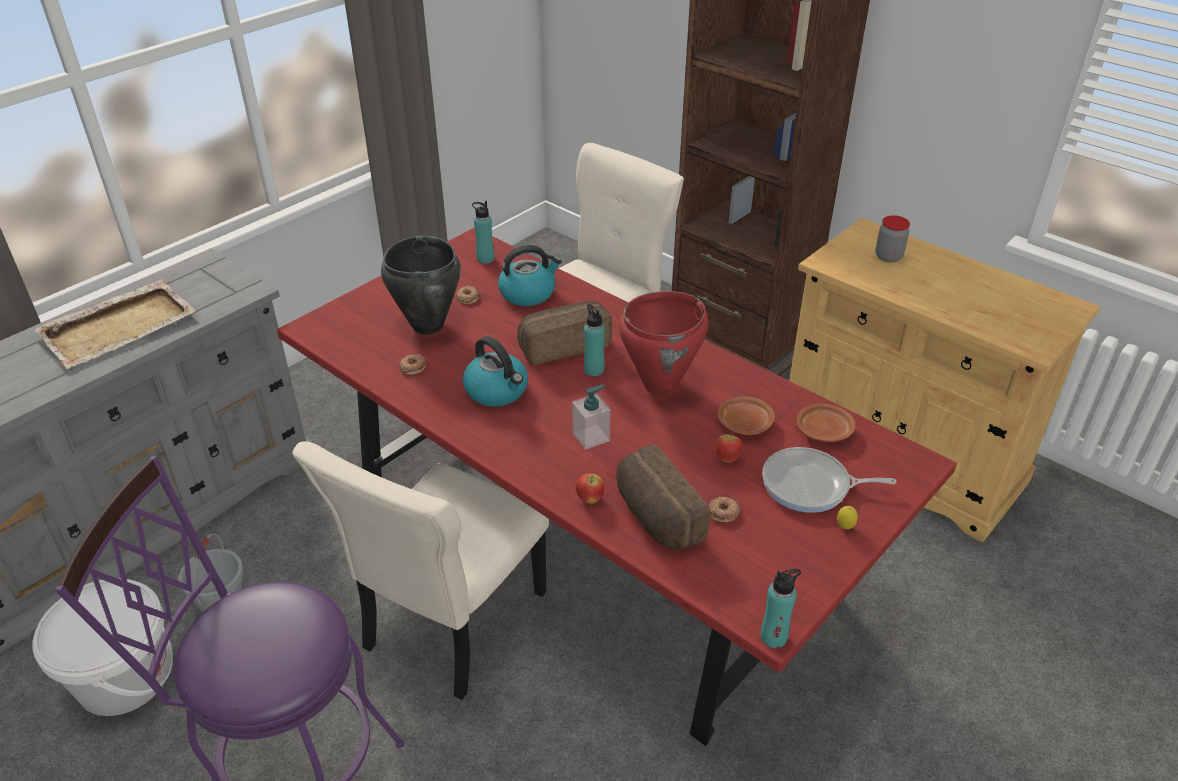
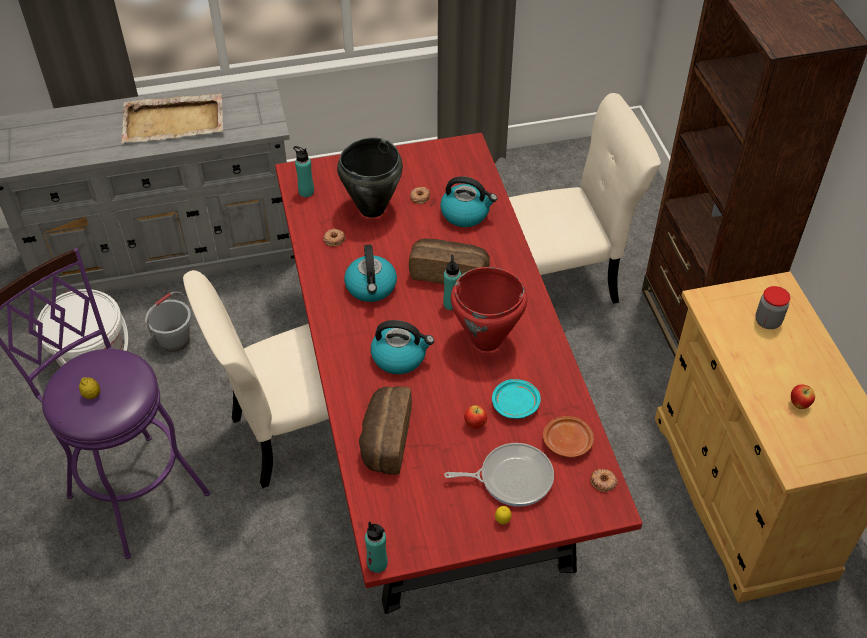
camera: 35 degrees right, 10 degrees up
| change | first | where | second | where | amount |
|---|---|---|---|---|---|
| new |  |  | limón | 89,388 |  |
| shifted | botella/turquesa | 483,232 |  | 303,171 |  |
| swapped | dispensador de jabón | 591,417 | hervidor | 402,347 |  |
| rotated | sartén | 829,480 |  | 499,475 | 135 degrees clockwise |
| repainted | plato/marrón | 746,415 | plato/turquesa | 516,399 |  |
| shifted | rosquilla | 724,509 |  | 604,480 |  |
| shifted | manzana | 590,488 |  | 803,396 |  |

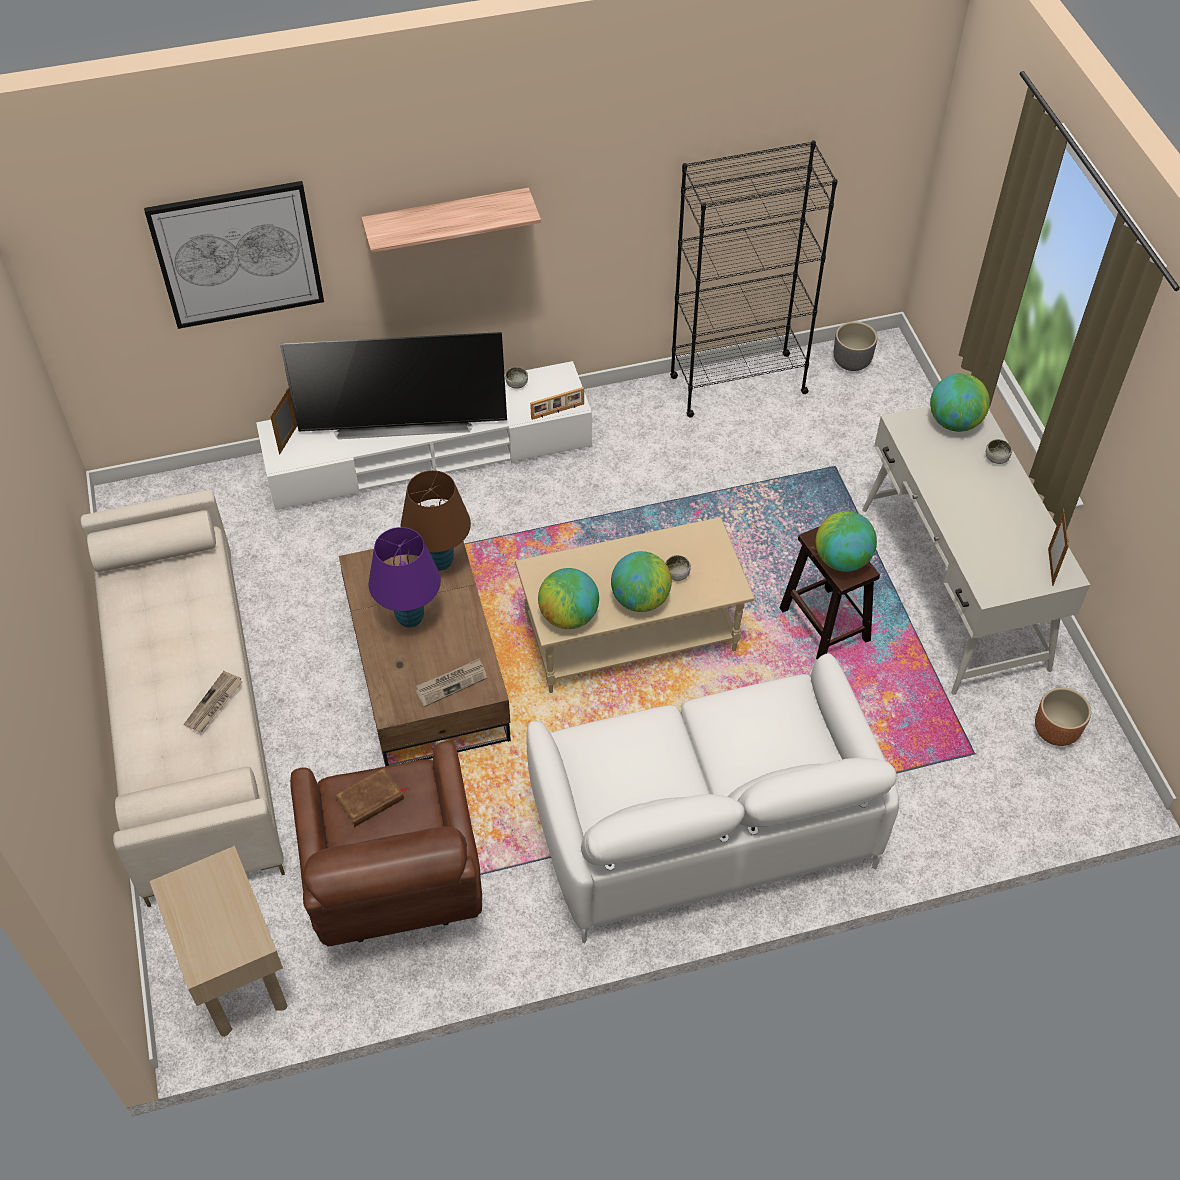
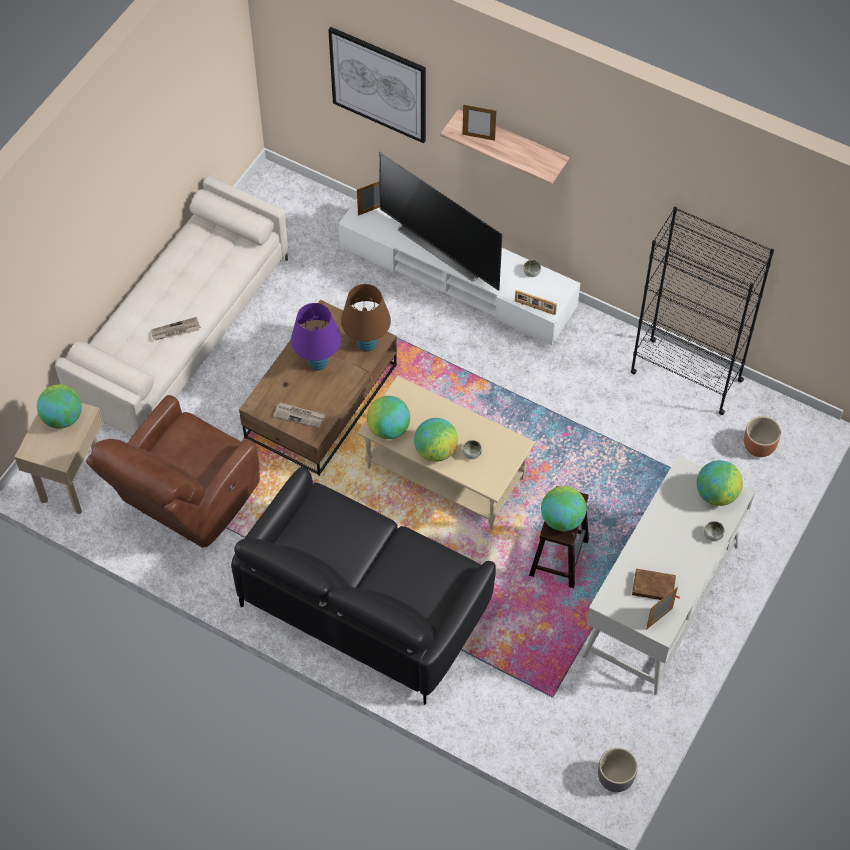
camera: 45 degrees right, 5 degrees up
| change | first | where | second | where | amount |
|---|---|---|---|---|---|
| new |  |  | globo terráqueo | 59,406 |  |
| repainted | sofá/blanco | 712,798 | sofá/negro | 363,586 |  |
| new |  |  | portarretratos | 479,122 |  |
| shifted | maceta/gris | 855,346 |  | 618,770 |  |
| shifted | libro/marrón | 372,797 |  | 656,584 |  |
| shifted | maceta/marrón | 1063,716 |  | 762,436 |  |

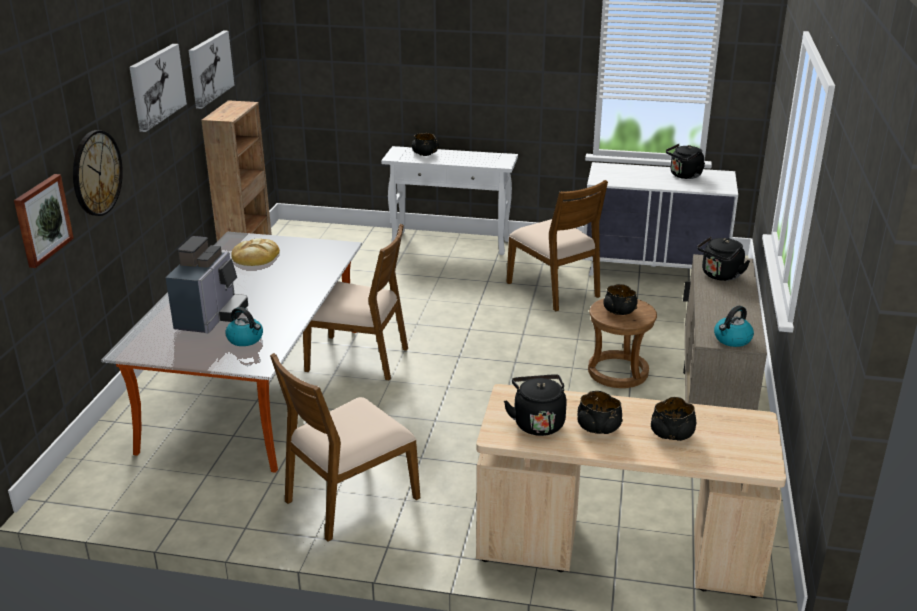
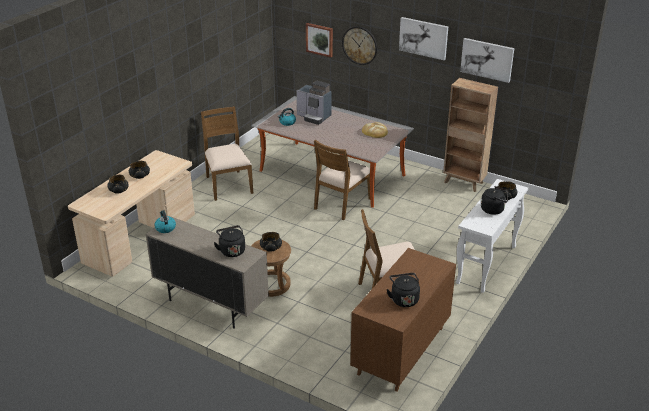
camera: 110 degrees right, 5 degrees up
| change | first | where | second | where | amount |
|---|---|---|---|---|---|
| repainted | cómoda/blanco | 660,219 | cómoda/marrón | 403,320 |  |
| shifted | hervidor/negro | 535,405 |  | 494,200 |  |

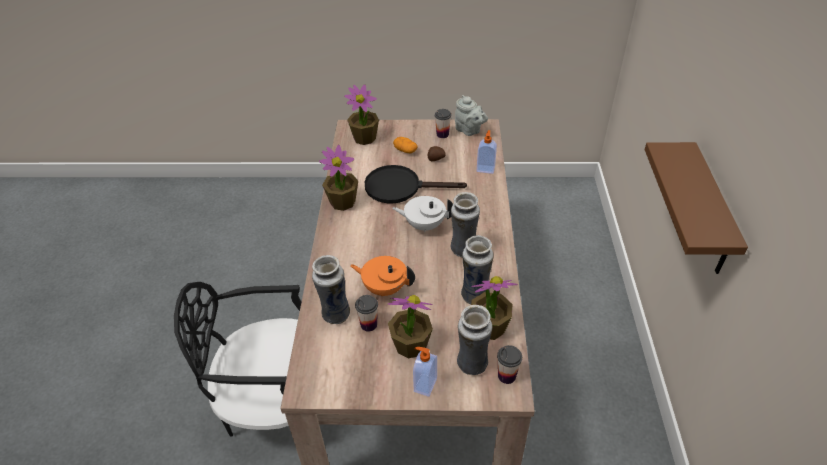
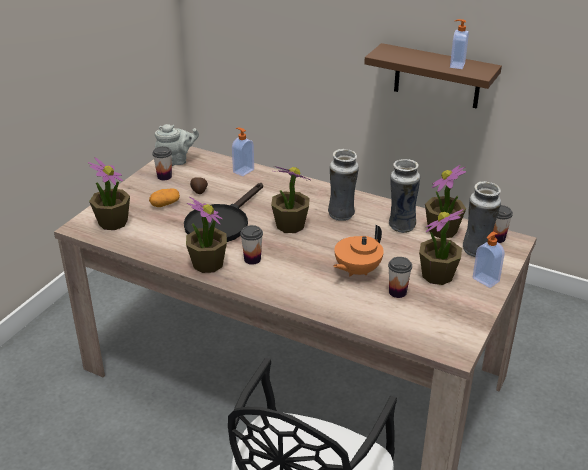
camera: 65 degrees left, 10 degrees down
| change | first | where | second | where | amount |
|---|---|---|---|---|---|
| new |  |  | taza | 251,245 |  |
| swapped | tetera/blanco | 422,214 | planta en maceta | 290,199 |  |
| new |  |  | dispensador de jabón | 459,44 |  |
| gone | florero | 331,289 |  |  |  |

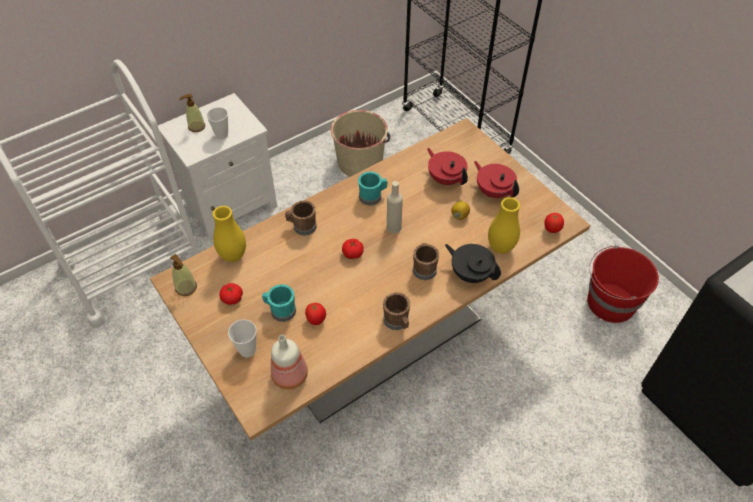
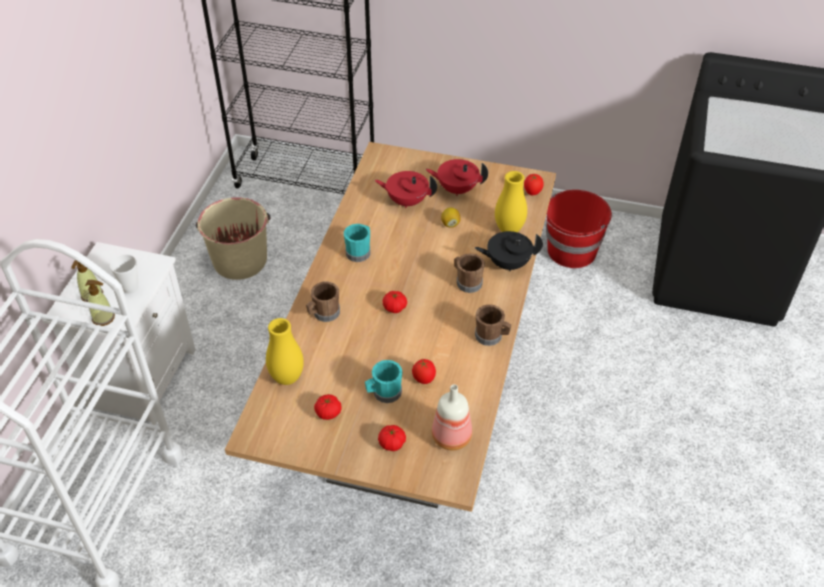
camera: 40 degrees left, 5 degrees down
| change | first | where | second | where | amount |
|---|---|---|---|---|---|
| shifted | dispensador de jabón | 183,275 |  | 100,303 |  |
| swapped | taza | 242,338 | tomate | 392,438 |  |
| gone | botella/beis | 395,207 |  |  |  |

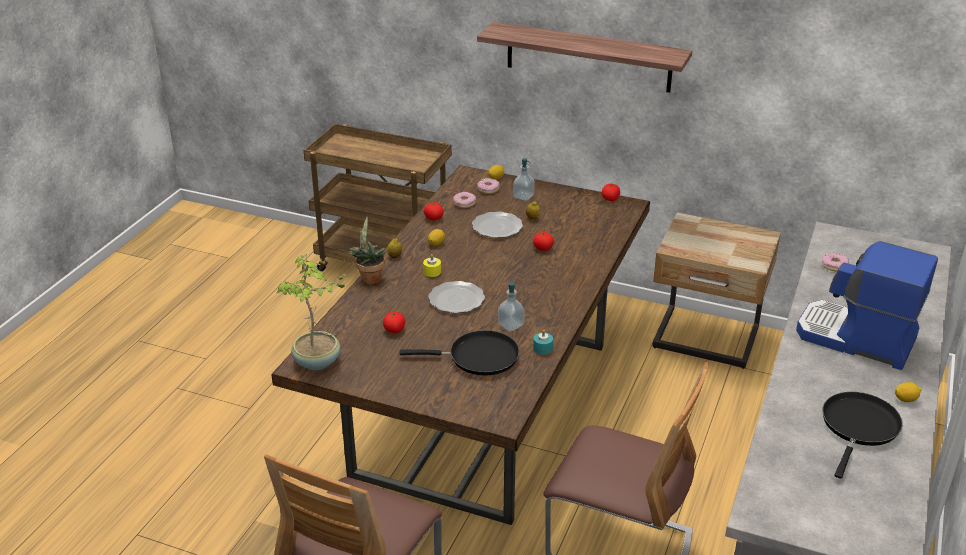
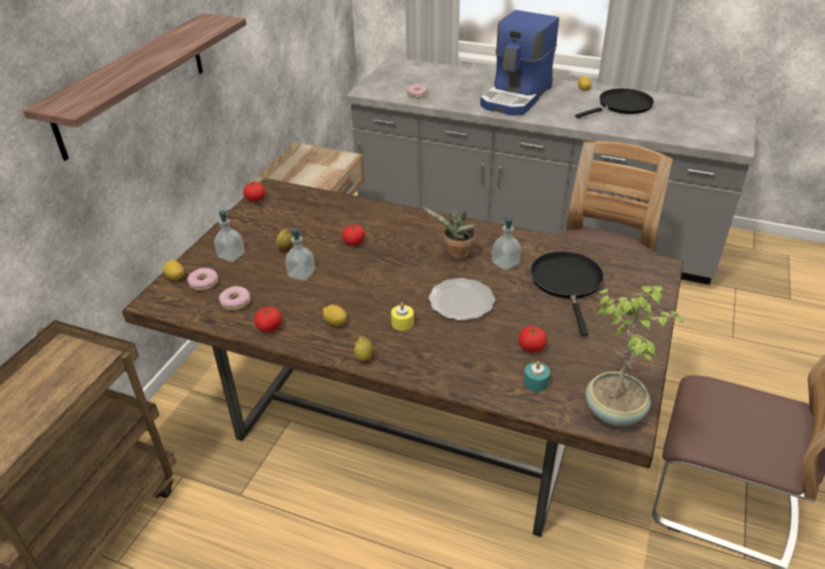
camera: 90 degrees left, 5 degrees up
| change | first | where | second | where | amount |
|---|---|---|---|---|---|
| swapped | plato | 497,225 | dispensador de jabón | 300,254 |  |
| shifted | planta en maceta | 367,250 |  | 449,233 |  |
| shifted | vela/turquesa | 543,342 |  | 537,376 |  |
| rotated | sartén/negro | 862,435 |  | 614,103 | 120 degrees clockwise |

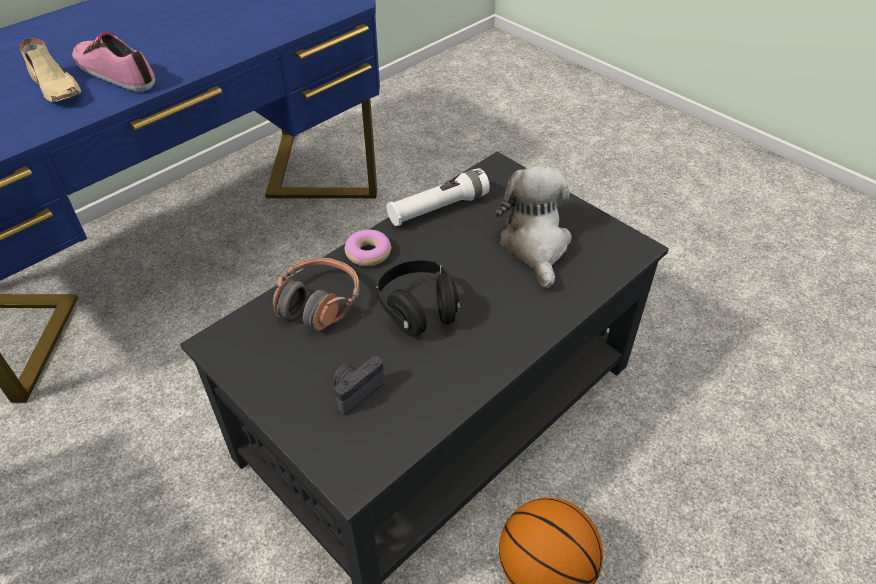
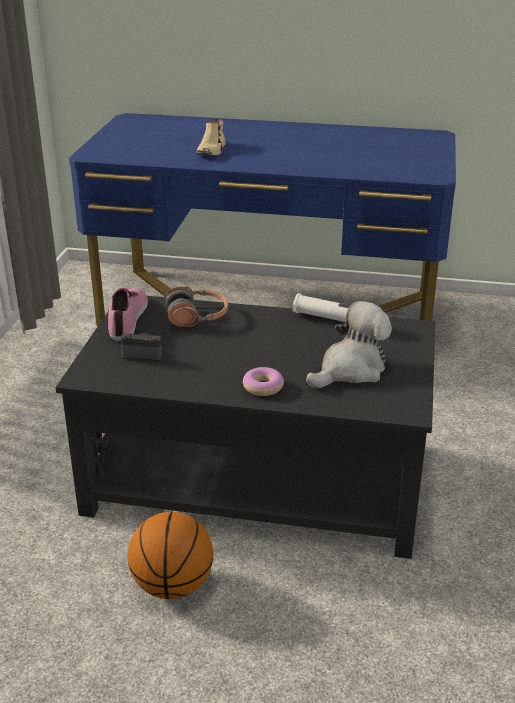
camera: 55 degrees right, 15 degrees down
| change | first | where | second | where | amount |
|---|---|---|---|---|---|
| shifted | zapato | 113,62 |  | 128,314 |  |
| shifted | rosquilla | 368,248 |  | 263,381 |  |
| gone | auriculares/negro | 418,298 |  |  |  |

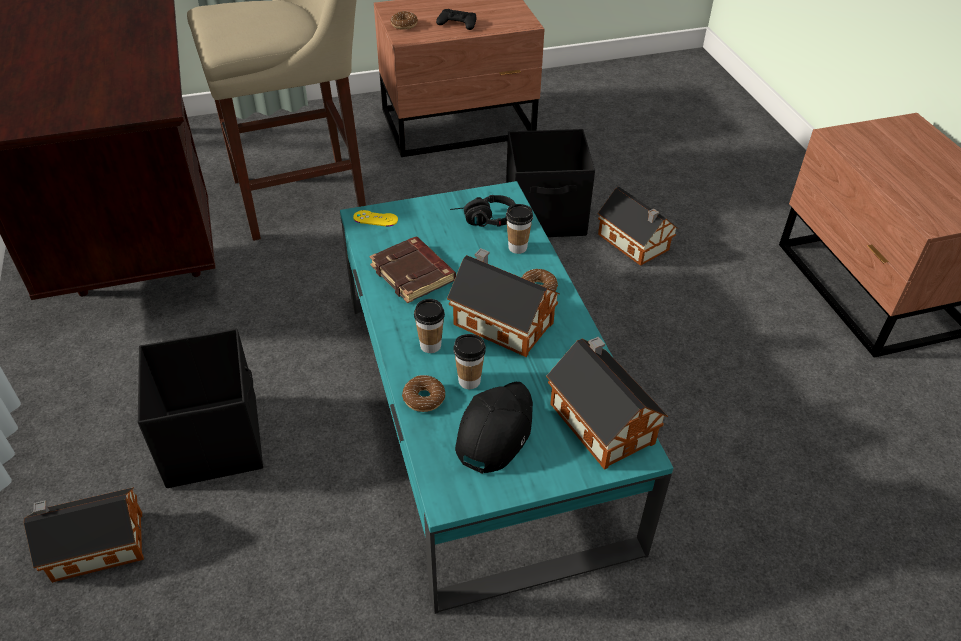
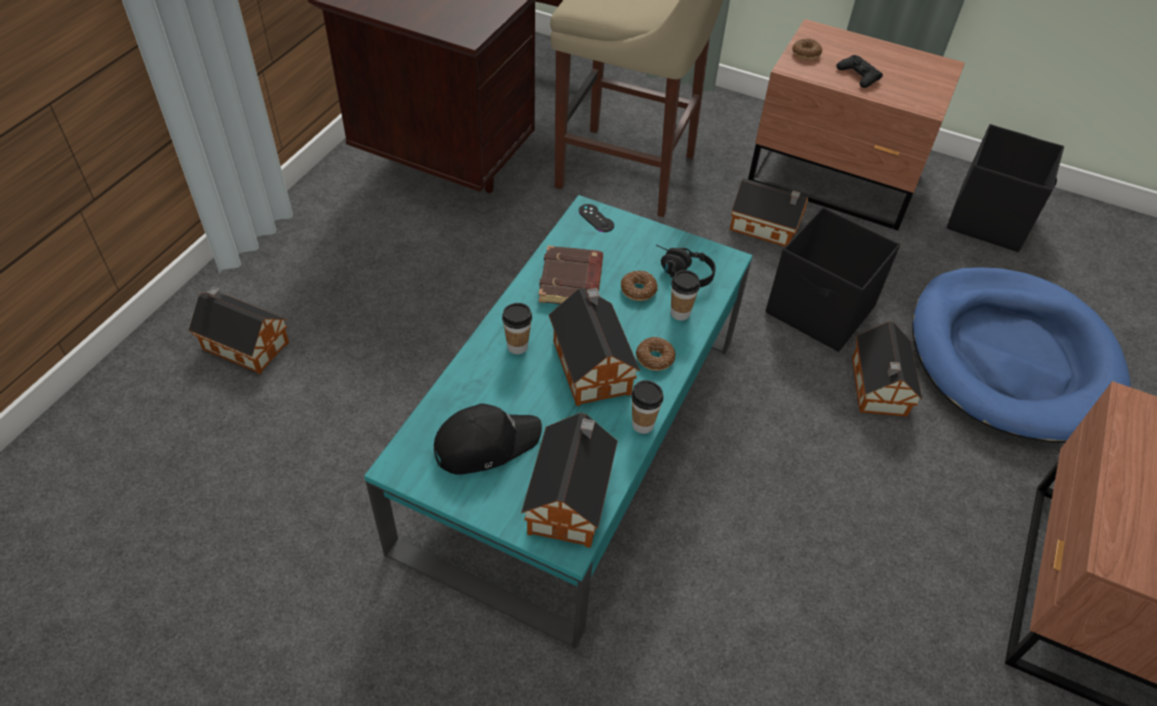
camera: 40 degrees right, 5 degrees up
| change | first | where | second | where | amount |
|---|---|---|---|---|---|
| repainted | mando de consola/amarillo | 375,218 | mando de consola/negro | 596,218 |  |
| shifted | rosquilla | 423,393 |  | 639,286 |  |
| shifted | taza | 469,361 |  | 647,407 |  |
| new |  |  | casita | 769,212 |  |
| new |  |  | cama para perro/azul | 1021,355 |  |
| shifted | caja de almacenaje/negro | 200,408 |  | 1005,188 |  |

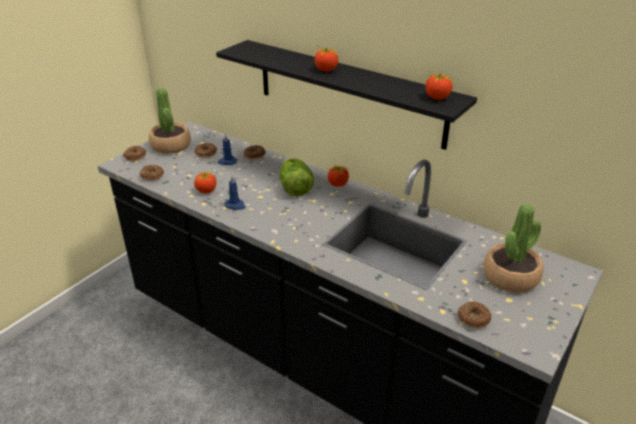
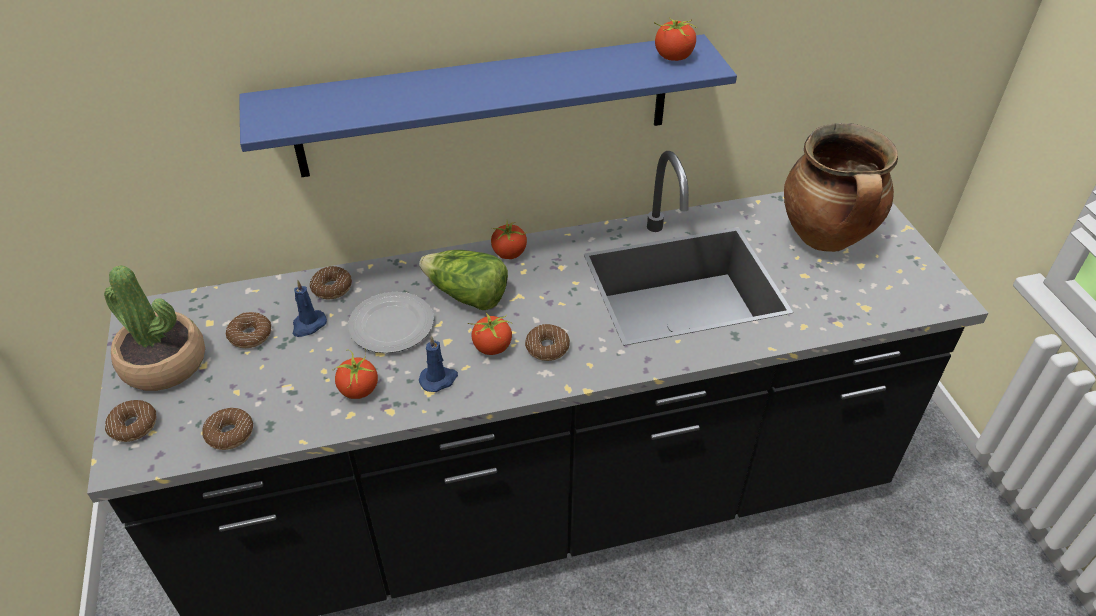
camera: 50 degrees left, 10 degrees up
| change | first | where | second | where | amount |
|---|---|---|---|---|---|
| repainted | estante/negro | 346,95 | estante/azul | 488,105 |  |
| new |  |  | plato | 391,322 |  |
| shifted | tomate | 326,59 |  | 490,333 |  |
| shifted | rosquilla | 474,315 |  | 547,342 |  |
| swapped | planta en maceta | 513,248 | olla | 841,187 |  |

